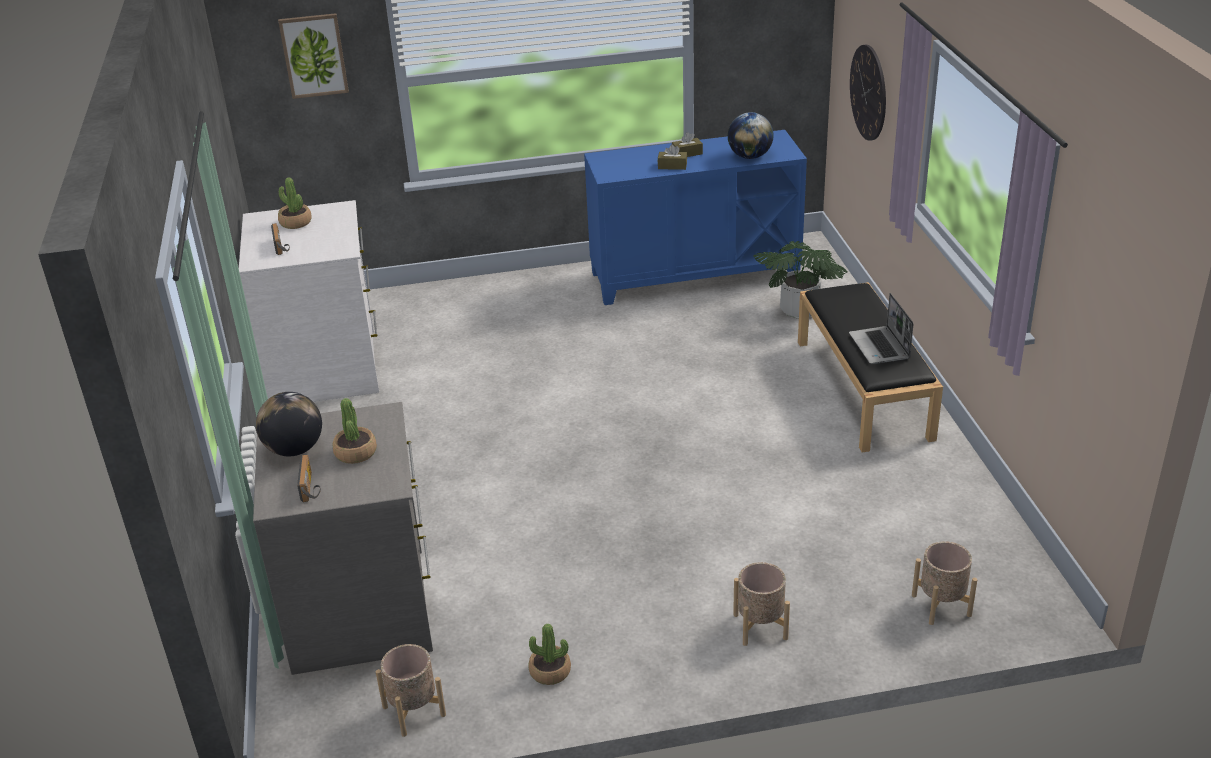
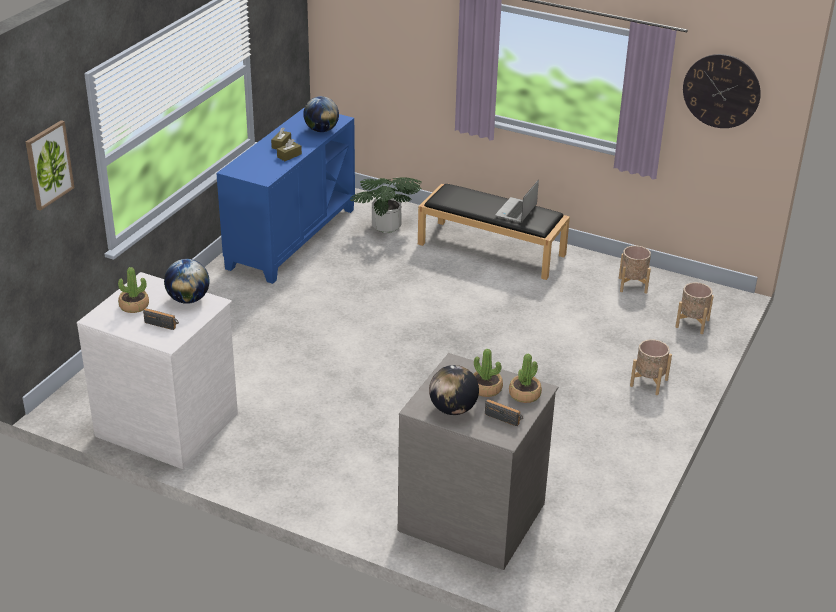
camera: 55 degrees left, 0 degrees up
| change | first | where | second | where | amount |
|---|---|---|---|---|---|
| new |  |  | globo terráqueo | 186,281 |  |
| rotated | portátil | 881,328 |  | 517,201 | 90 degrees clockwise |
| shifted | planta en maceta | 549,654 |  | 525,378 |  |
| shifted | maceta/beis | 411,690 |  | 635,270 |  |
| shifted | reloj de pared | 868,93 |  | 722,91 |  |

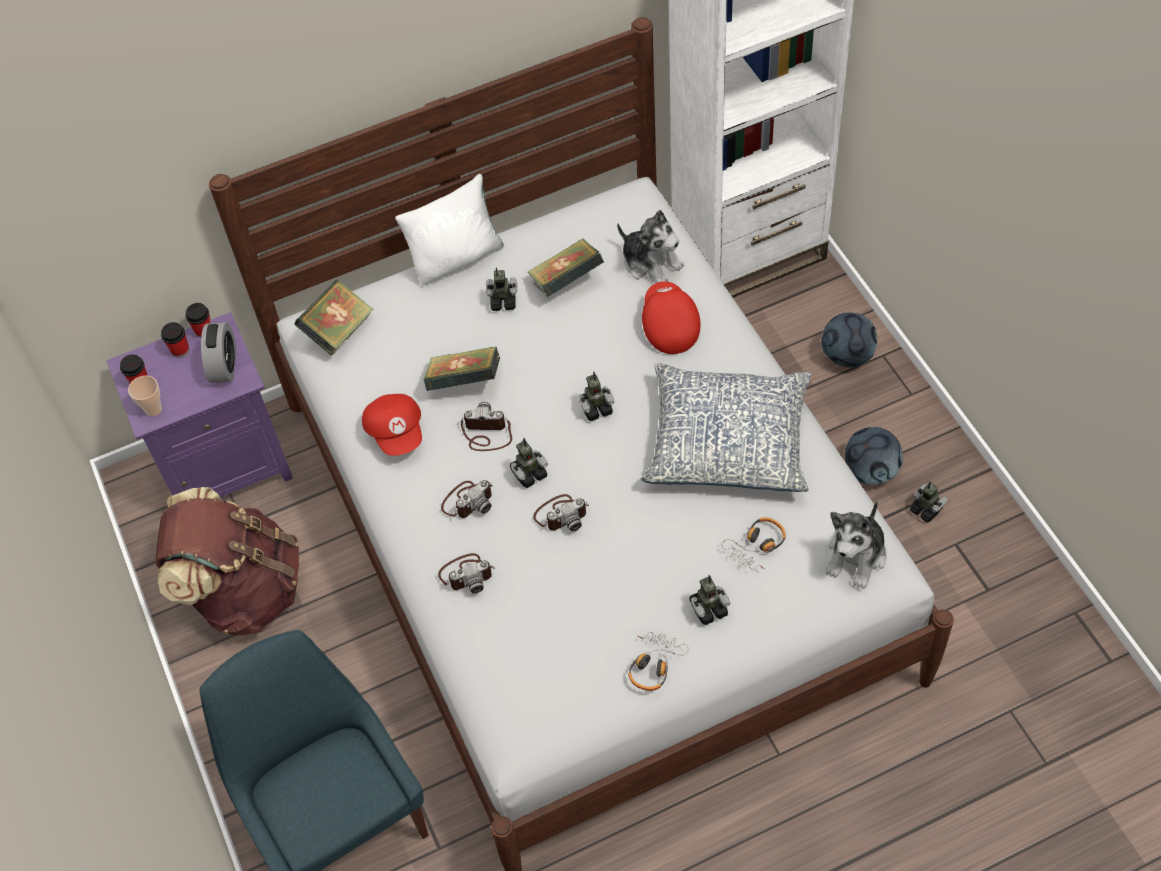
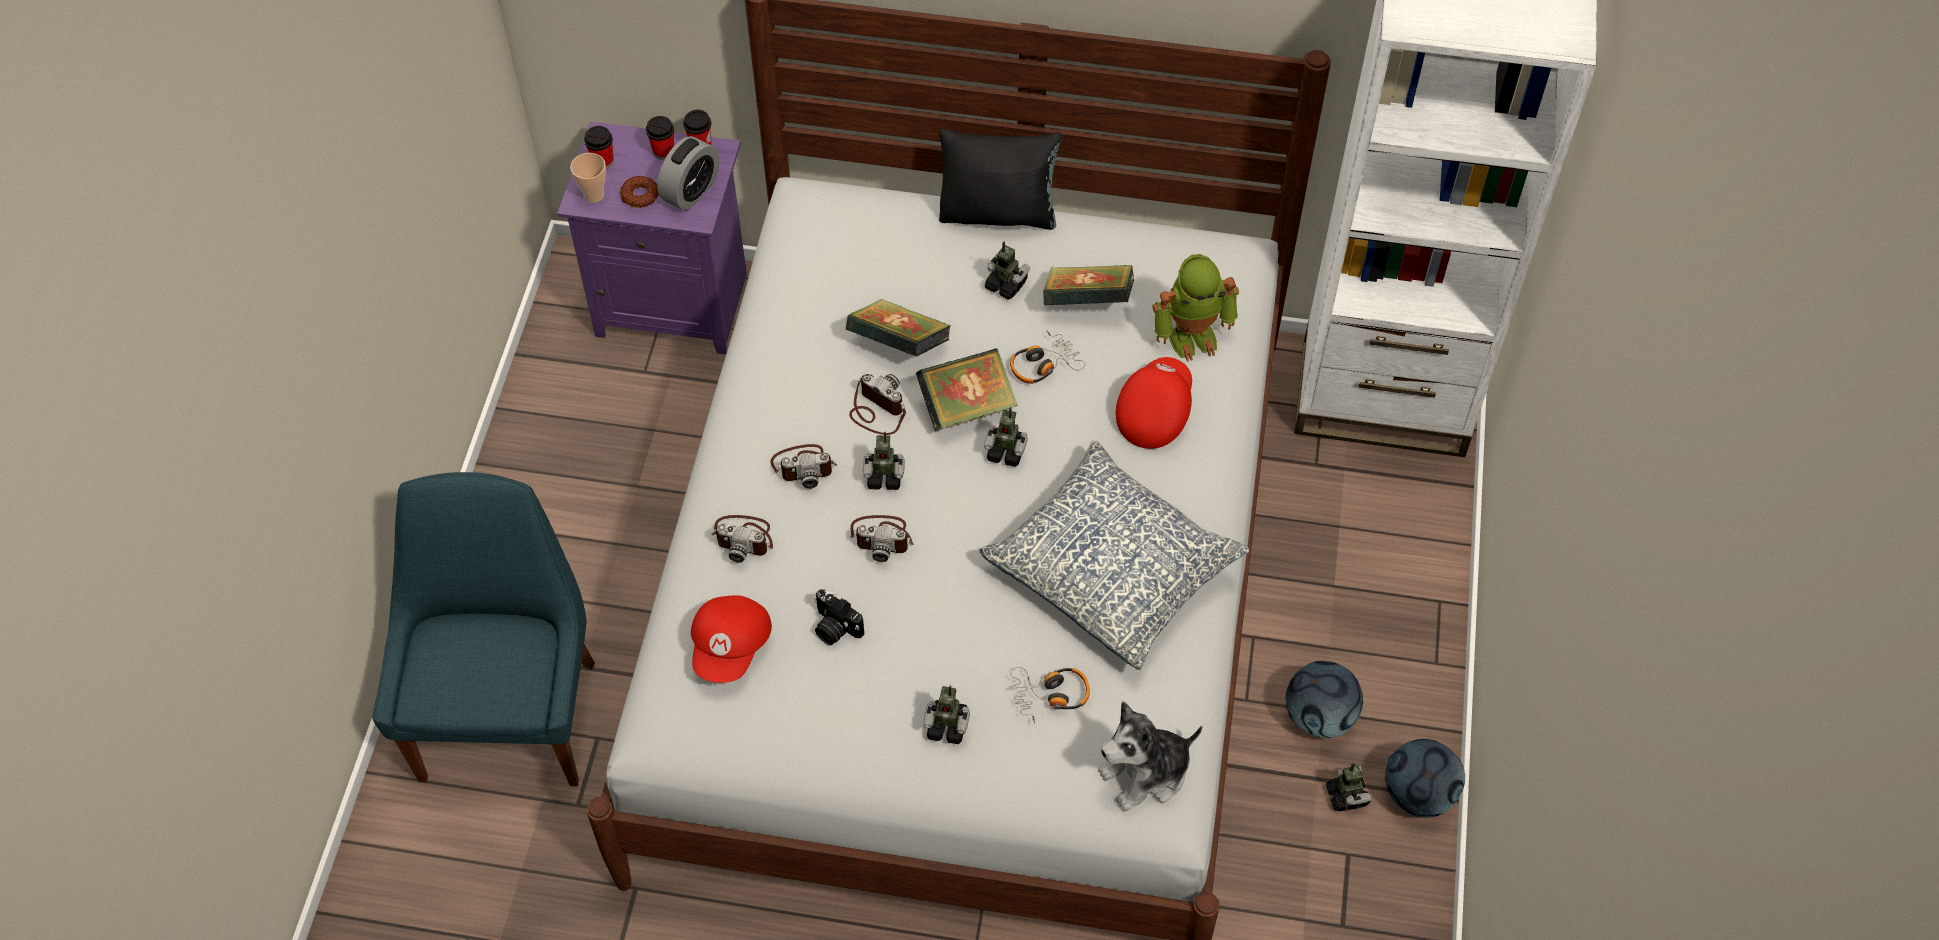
camera: 30 degrees right, 0 degrees up
| change | first | where | second | where | amount |
|---|---|---|---|---|---|
| new |  |  | rosquilla | 639,192 |  |
| shifted | gorra/rojo | 392,425 |  | 731,639 |  |
| new |  |  | cámara | 839,617 |  |
| shifted | libro | 334,317 |  | 966,389 |  |
| repainted | cojín/blanco | 449,230 | cojín/negro | 1001,179 |  |
| shifted | auriculares | 658,661 |  | 1047,357 |  |
| swapped | peluche | 650,246 | robot de juguete | 1195,308 |  |
| shifted | balón de fútbol | 849,340 |  | 1425,778 |  |
| gone | mochila/marrón | 227,561 |  |  |  |

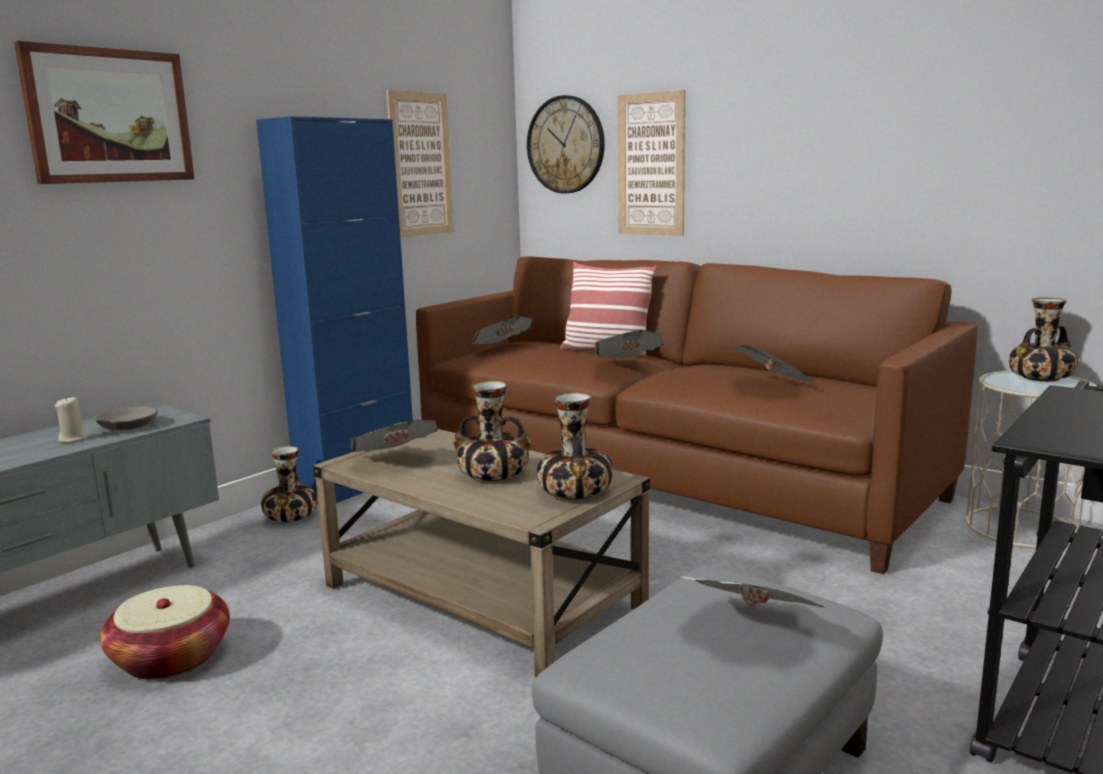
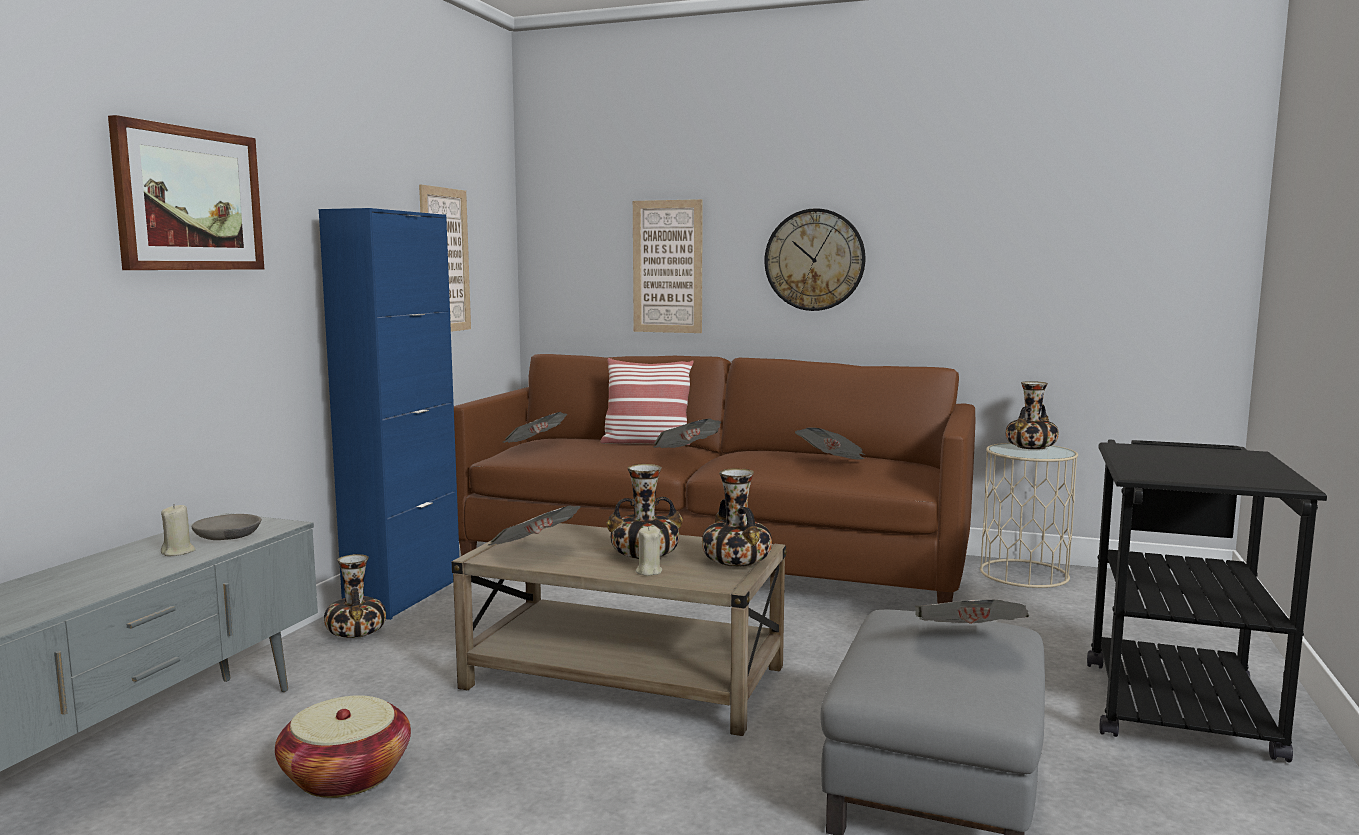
camera: 20 degrees left, 5 degrees down
| change | first | where | second | where | amount |
|---|---|---|---|---|---|
| new |  |  | vela/beis | 649,551 |  |
| shifted | reloj de pared | 566,144 |  | 815,259 |  |

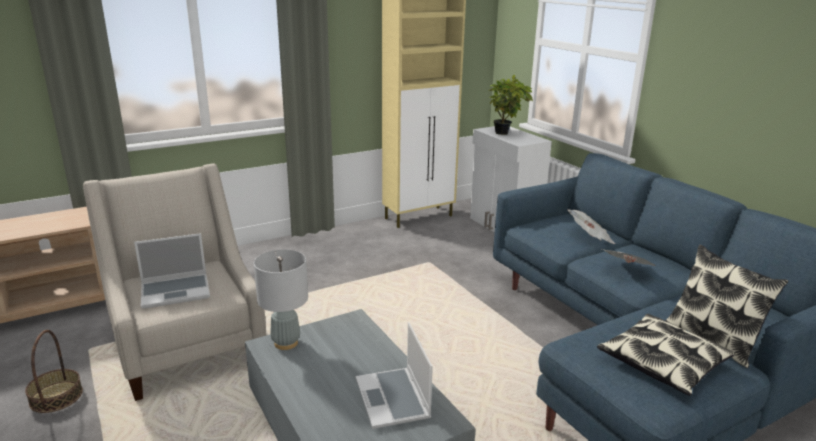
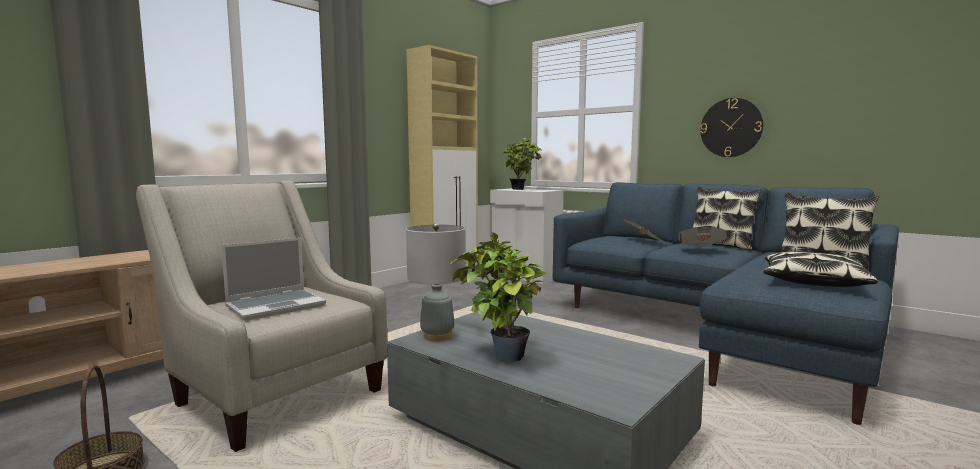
camera: 20 degrees left, 15 degrees down
| change | first | where | second | where | amount |
|---|---|---|---|---|---|
| new |  |  | planta en maceta | 498,297 |  |
| new |  |  | cojín | 727,218 |  |
| new |  |  | reloj de pared | 731,127 |  |
| gone | portátil | 394,375 |  |  |  |

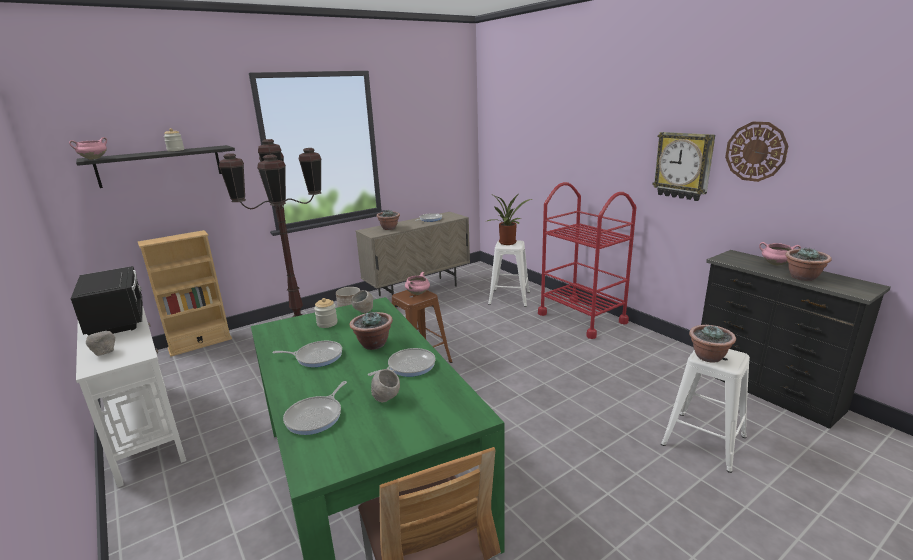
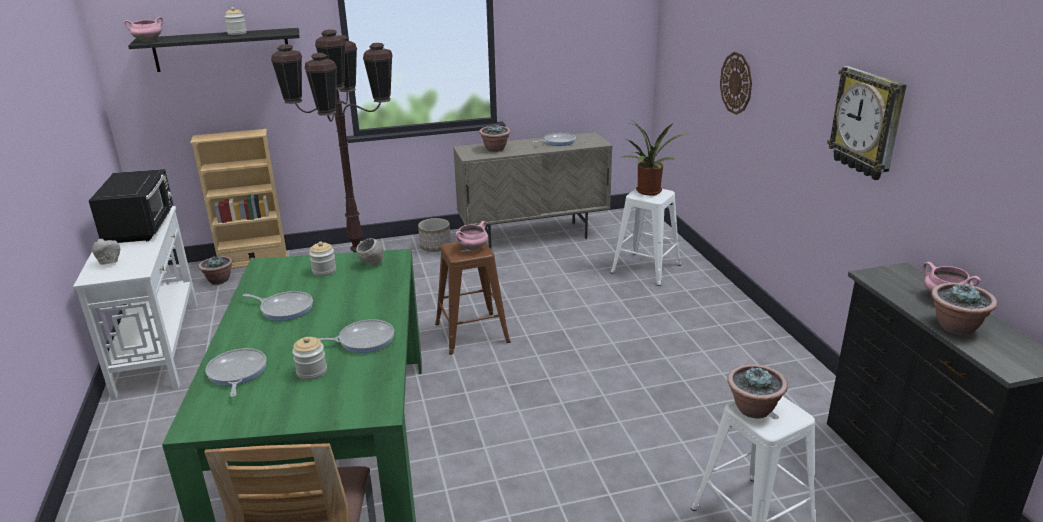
camera: 20 degrees right, 5 degrees up
| change | first | where | second | where | amount |
|---|---|---|---|---|---|
| shifted | planta en maceta | 371,330 |  | 215,270 |  |
| rotated | sartén | 315,408 |  | 236,372 | 120 degrees clockwise |
| swapped | cuenco/gris | 385,385 | tarro | 309,358 |  |
| shifted | reloj de pared | 756,152 |  | 736,83 |  |
| gone | carrito/rojo | 587,260 |  |  |  |

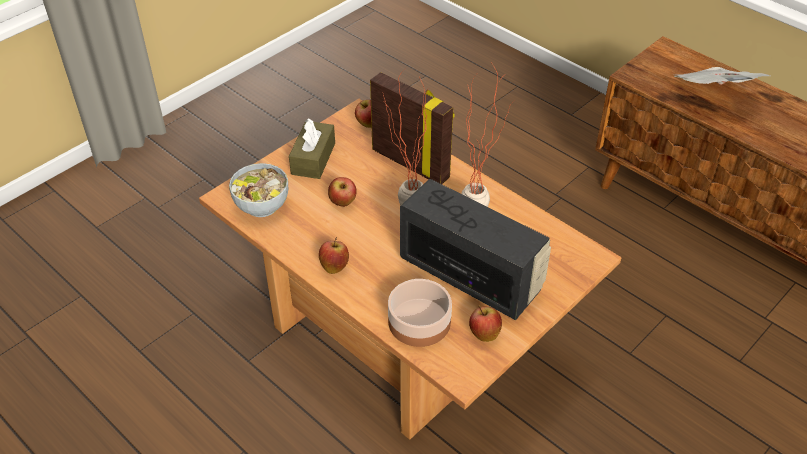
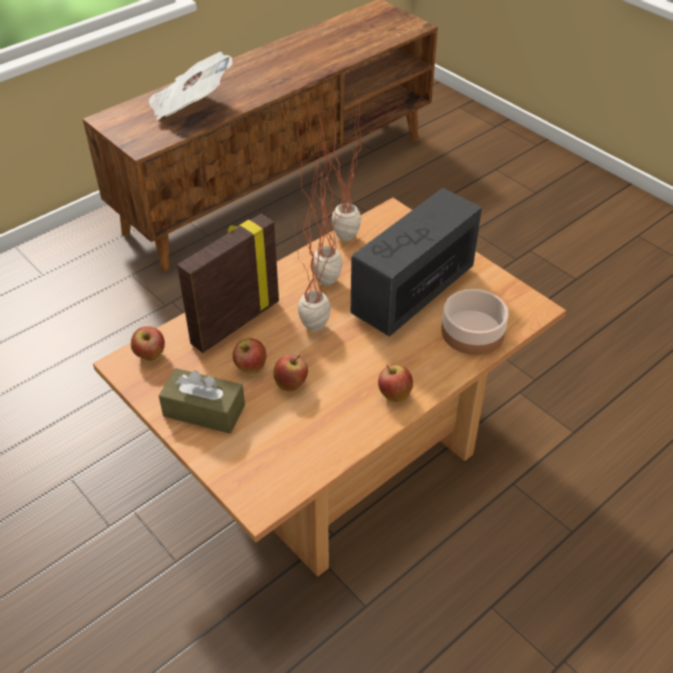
camera: 85 degrees left, 0 degrees up
| change | first | where | second | where | amount |
|---|---|---|---|---|---|
| shifted | manzana | 485,324 |  | 250,356 |  |
| new |  |  | planta en maceta | 338,160 |  |
| gone | cuenco | 258,190 |  |  |  |

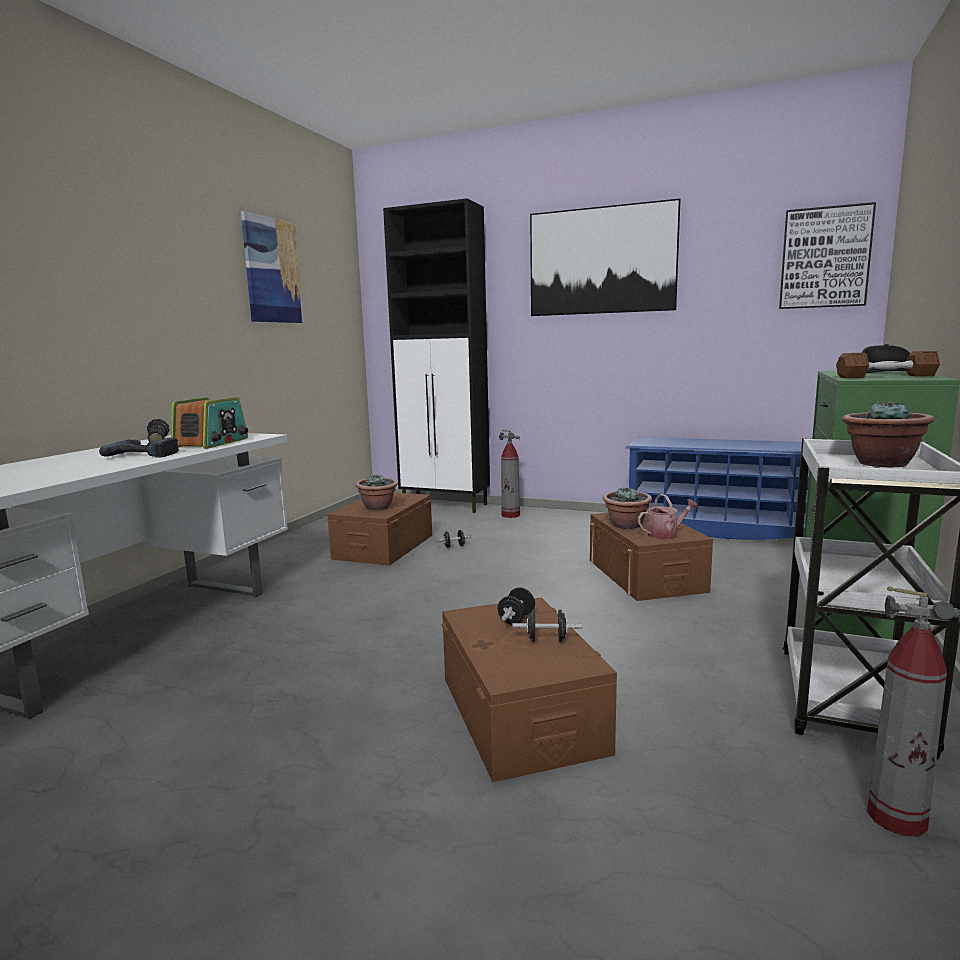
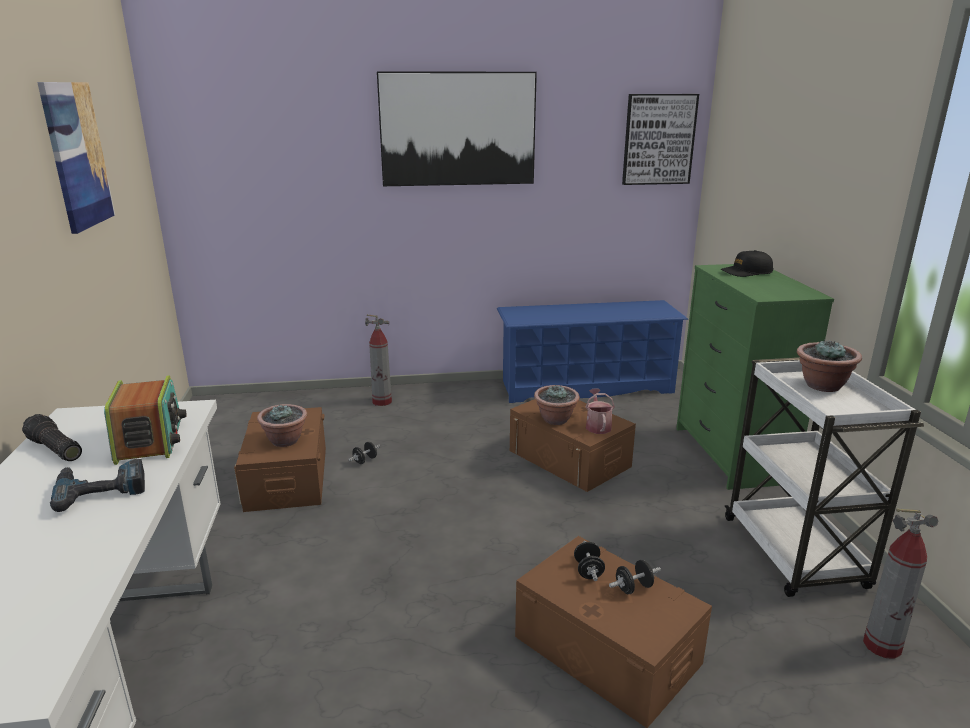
camera: 30 degrees left, 10 degrees up
| change | first | where | second | where | amount |
|---|---|---|---|---|---|
| rotated | regadera | 668,517 |  | 600,411 | 45 degrees counterclockwise |
| gone | armario/negro | 436,355 |  |  |  |
| gone | mancuerna/marrón | 888,364 |  |  |  |

